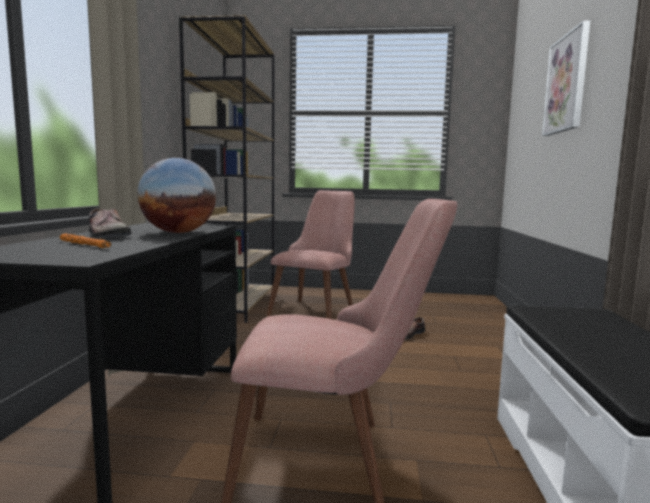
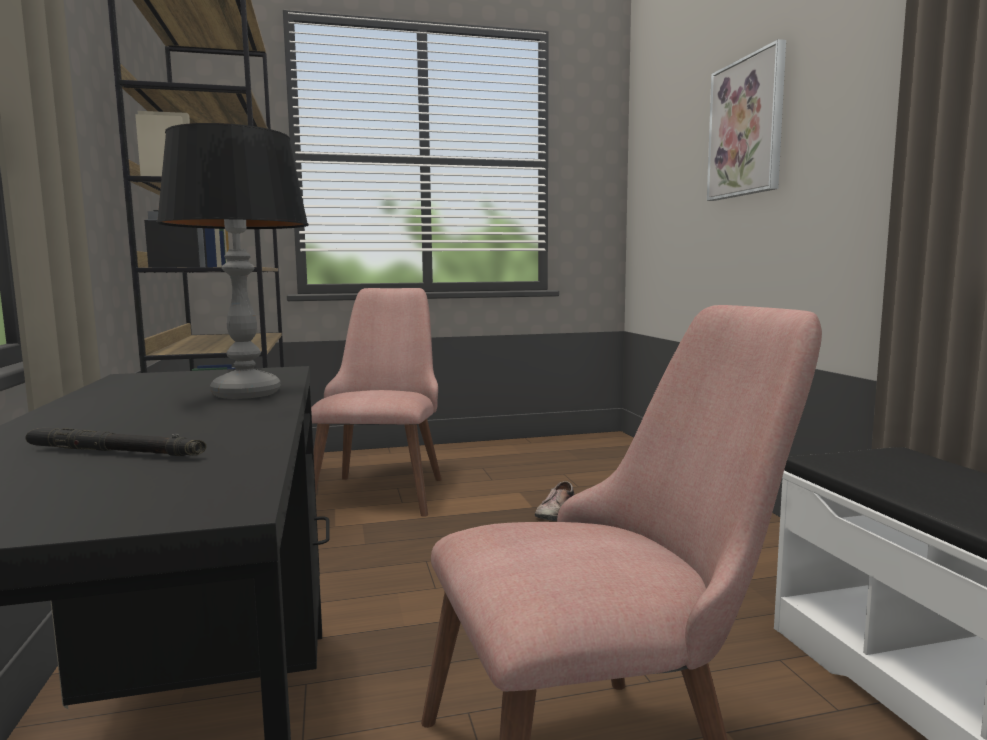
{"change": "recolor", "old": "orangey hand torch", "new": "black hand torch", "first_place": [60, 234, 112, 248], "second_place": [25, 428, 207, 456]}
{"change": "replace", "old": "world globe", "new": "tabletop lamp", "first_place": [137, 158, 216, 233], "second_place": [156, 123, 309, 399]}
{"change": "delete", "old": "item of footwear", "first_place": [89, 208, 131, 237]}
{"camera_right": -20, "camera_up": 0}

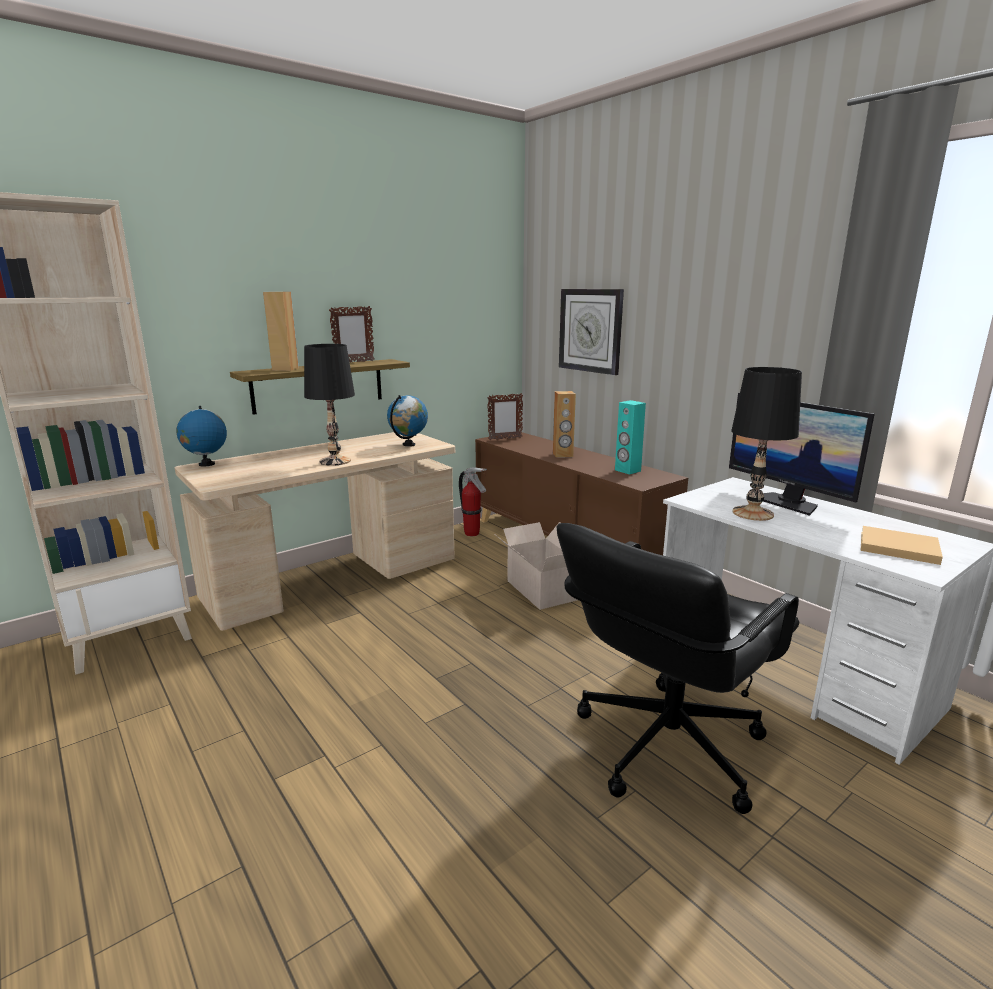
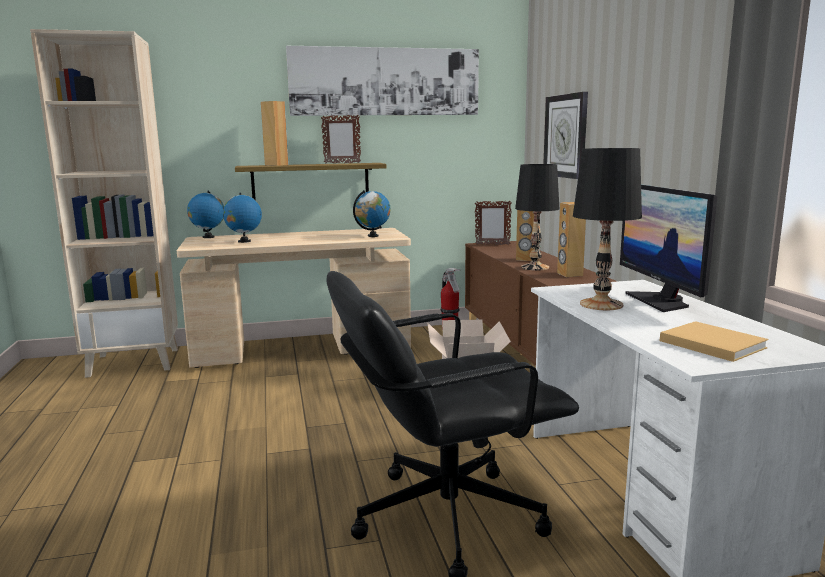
{"change": "insert", "new": "world globe", "second_place": [223, 193, 262, 243]}
{"change": "insert", "new": "wall picture", "second_place": [286, 46, 479, 116]}
{"change": "move", "old": "black tabletop lamp", "first_place": [304, 344, 355, 466], "second_place": [515, 164, 559, 271]}
{"change": "recolor", "old": "turquoise-coloured speaker", "new": "brownish speaker", "first_place": [615, 400, 646, 474], "second_place": [557, 202, 586, 277]}
{"camera_right": 25, "camera_up": -5}

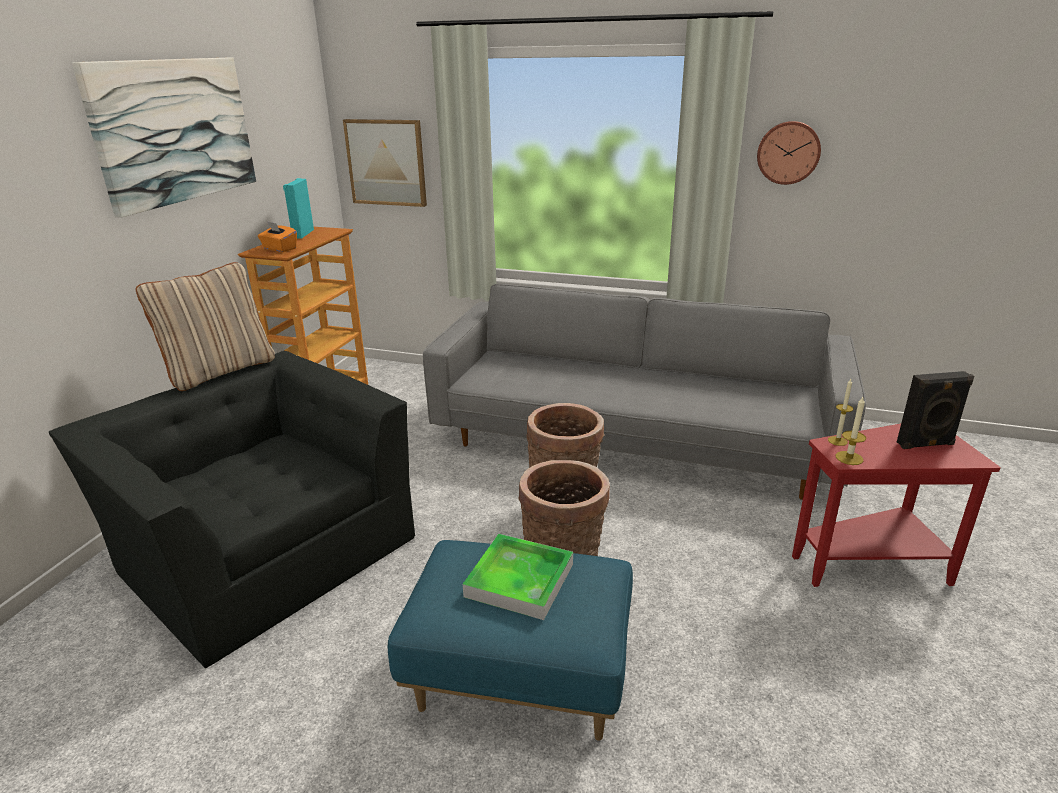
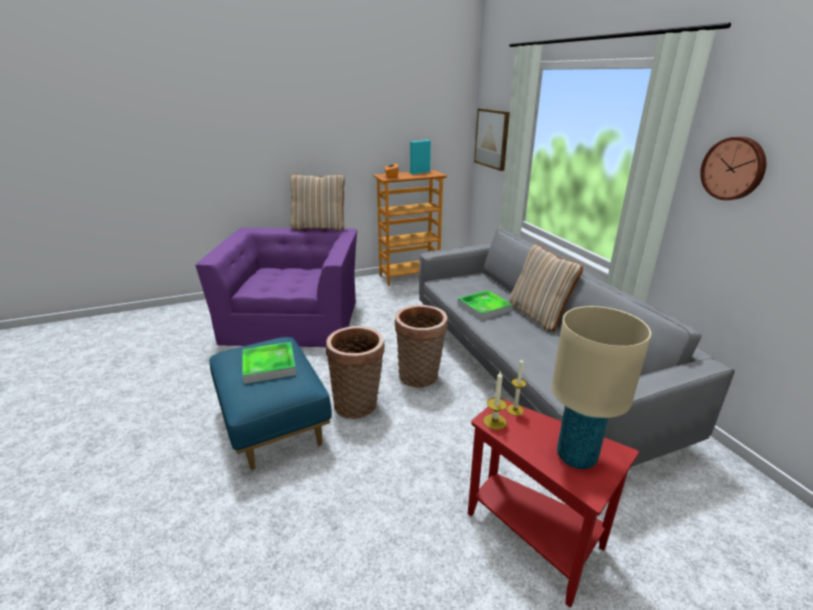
{"change": "recolor", "old": "black armchair", "new": "purple-coloured armchair", "first_place": [49, 351, 415, 669], "second_place": [195, 228, 357, 347]}
{"change": "insert", "new": "tray", "second_place": [458, 290, 513, 320]}
{"change": "insert", "new": "sand-coloured pillow", "second_place": [509, 244, 583, 331]}
{"change": "replace", "old": "black speaker", "new": "sand-coloured tabletop lamp", "first_place": [897, 371, 974, 449], "second_place": [551, 306, 651, 469]}
{"change": "delete", "old": "wall picture", "first_place": [72, 57, 256, 218]}
{"camera_right": 50, "camera_up": 0}

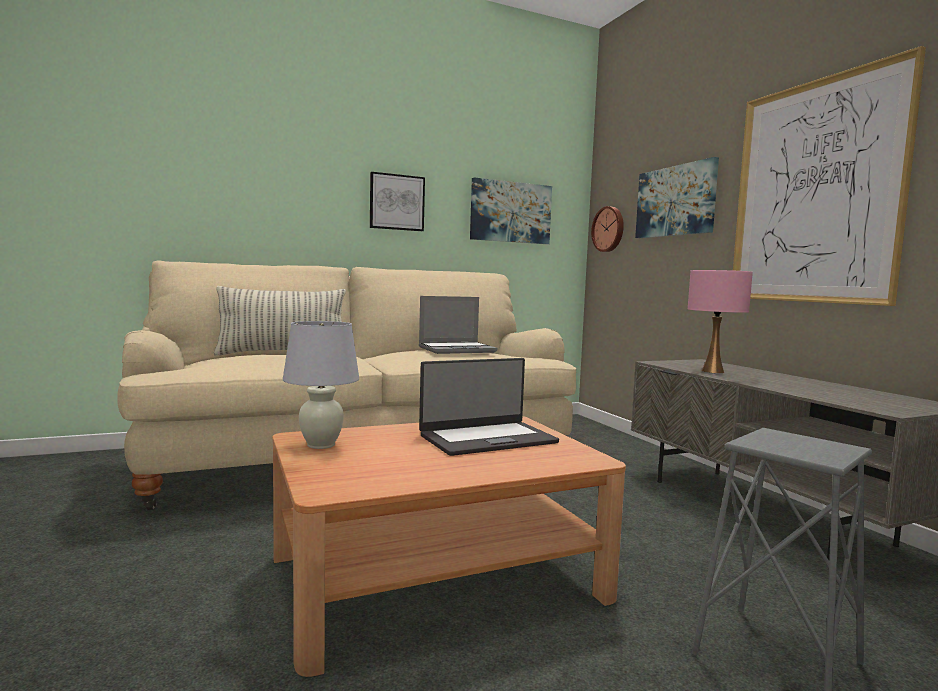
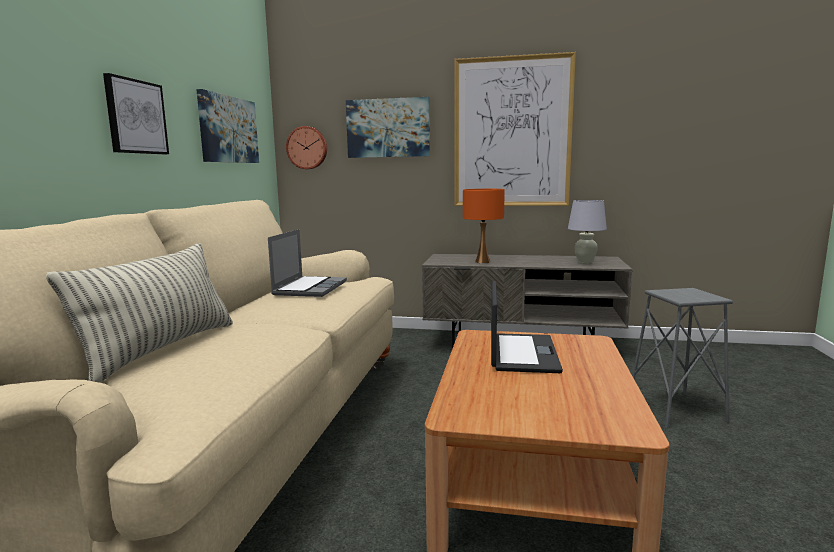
{"change": "recolor", "old": "pinkish tabletop lamp", "new": "orangey tabletop lamp", "first_place": [688, 270, 753, 373], "second_place": [463, 189, 505, 263]}
{"change": "move", "old": "white tabletop lamp", "first_place": [283, 321, 359, 449], "second_place": [568, 200, 607, 264]}
{"camera_right": -55, "camera_up": 5}

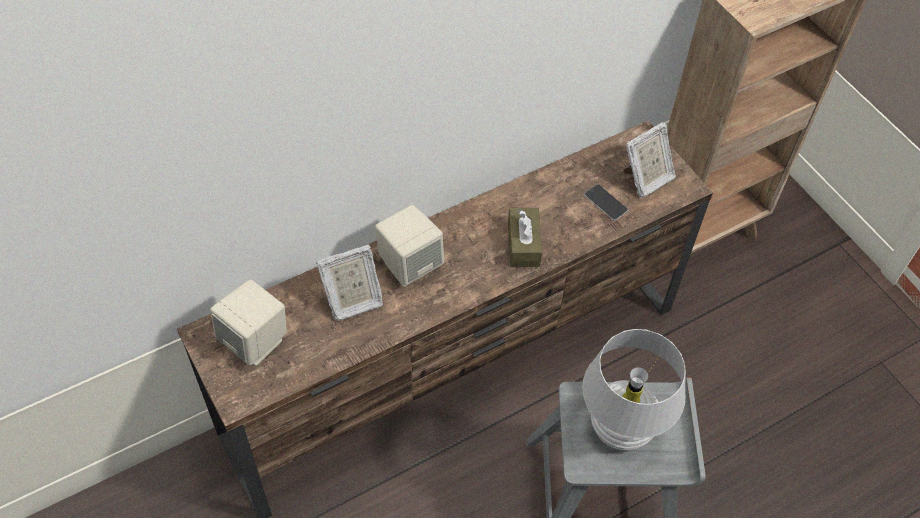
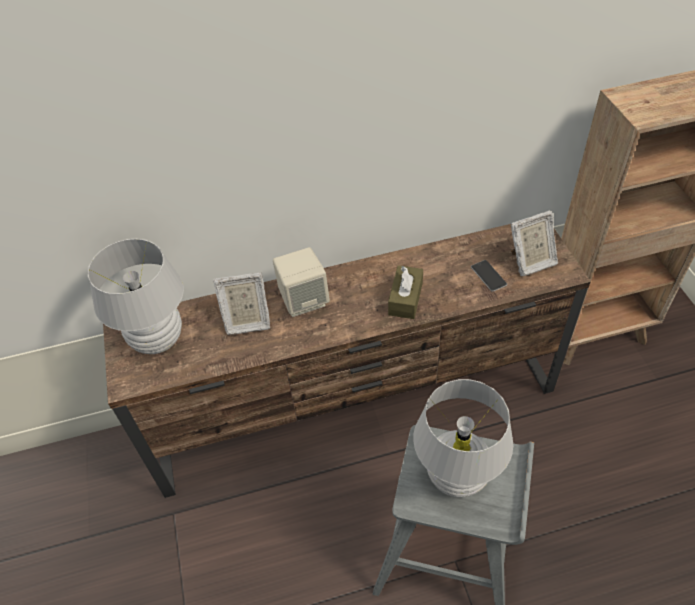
{"change": "replace", "old": "sand-coloured speaker", "new": "white tabletop lamp", "first_place": [210, 279, 287, 366], "second_place": [88, 239, 184, 354]}
{"camera_right": 20, "camera_up": -5}

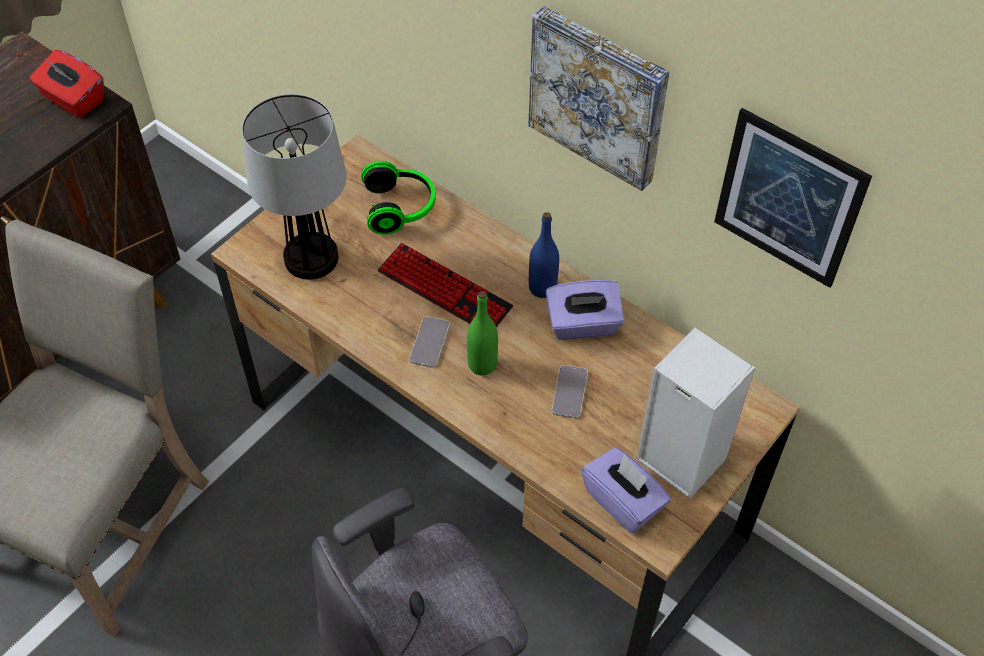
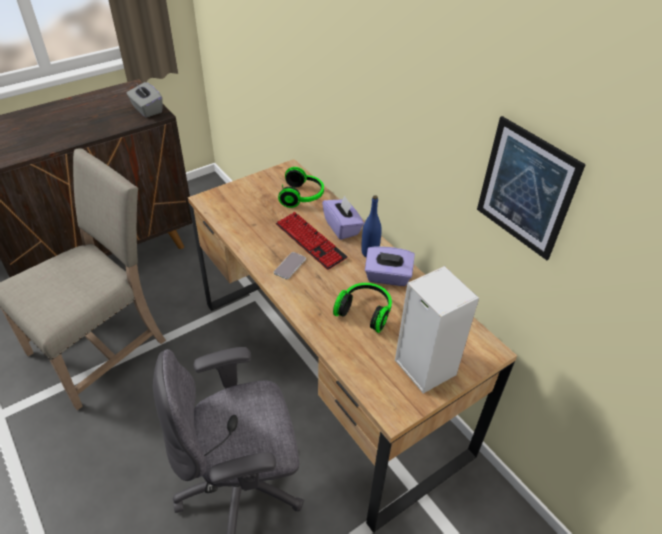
{"change": "recolor", "old": "red tissue holder", "new": "gray tissue holder", "first_place": [29, 50, 104, 118], "second_place": [126, 82, 163, 118]}
{"change": "move", "old": "purple-coloured tissue holder", "first_place": [582, 447, 671, 534], "second_place": [322, 195, 364, 240]}
{"change": "replace", "old": "phone", "new": "headphones", "first_place": [552, 365, 588, 418], "second_place": [333, 283, 392, 333]}
{"change": "delete", "old": "tabletop lamp", "first_place": [242, 94, 347, 280]}
{"change": "delete", "old": "greenish beverage bottle", "first_place": [467, 291, 498, 376]}
{"change": "delete", "old": "wall picture", "first_place": [528, 6, 670, 191]}
{"camera_right": 15, "camera_up": -10}

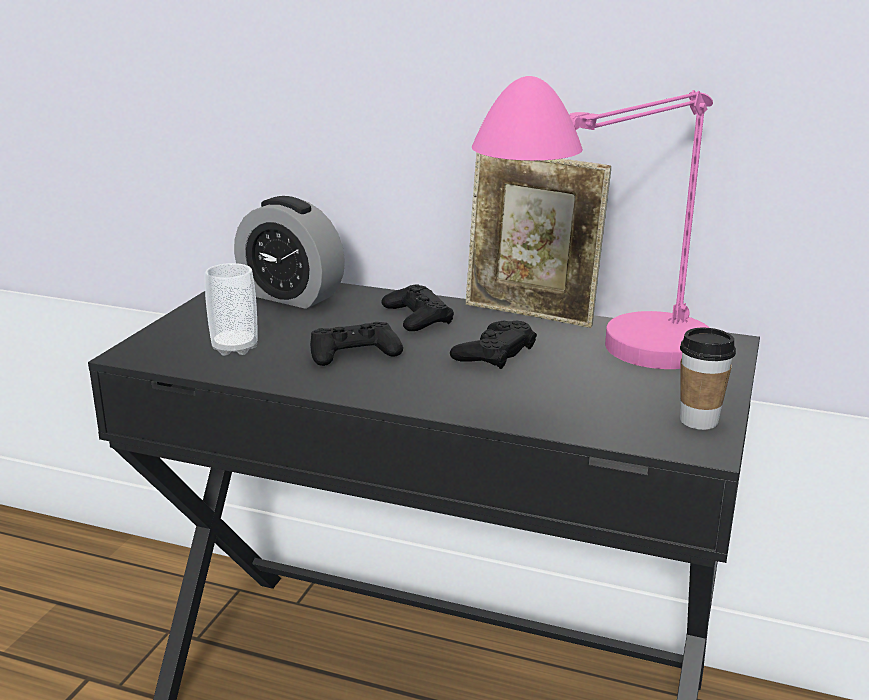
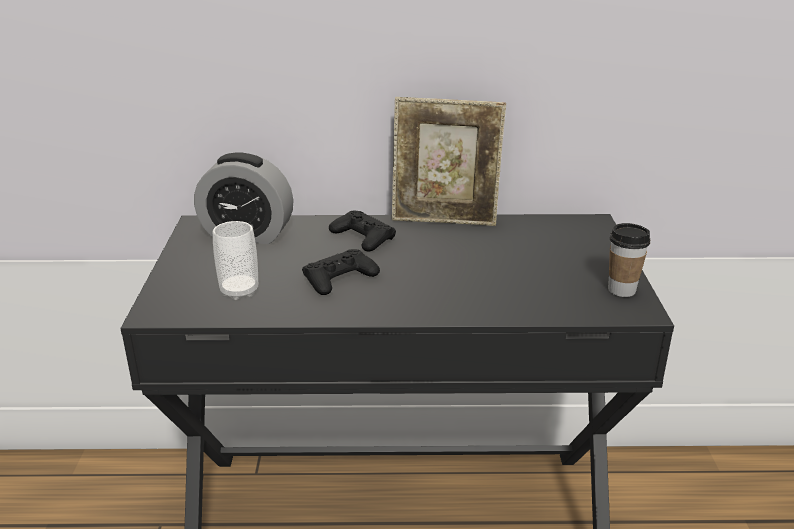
{"change": "delete", "old": "black game controller", "first_place": [450, 321, 537, 369]}
{"change": "delete", "old": "pinkish tabletop lamp", "first_place": [472, 76, 713, 369]}
{"camera_right": -20, "camera_up": 5}

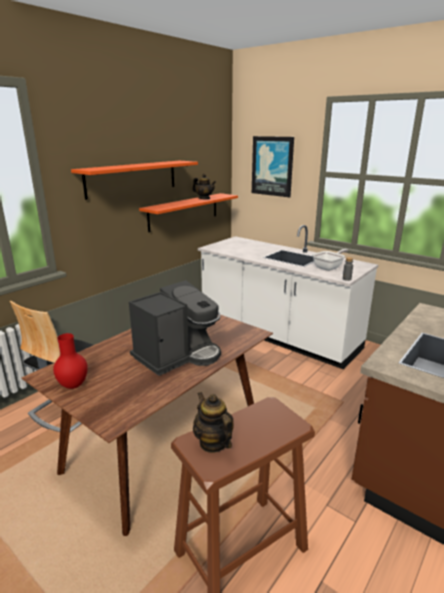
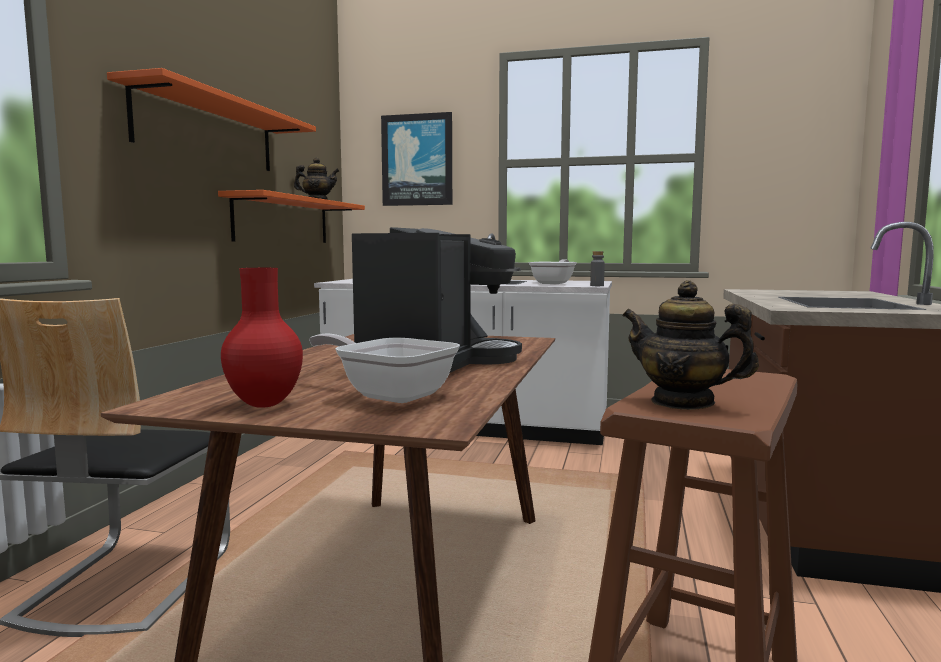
{"change": "insert", "new": "frying pan", "second_place": [309, 334, 460, 403]}
{"camera_right": -25, "camera_up": -15}

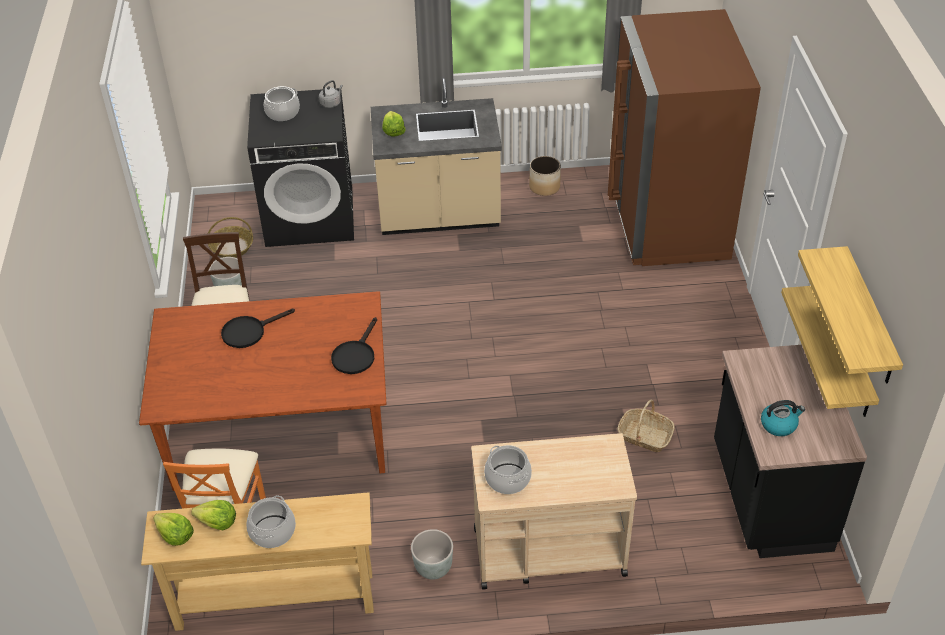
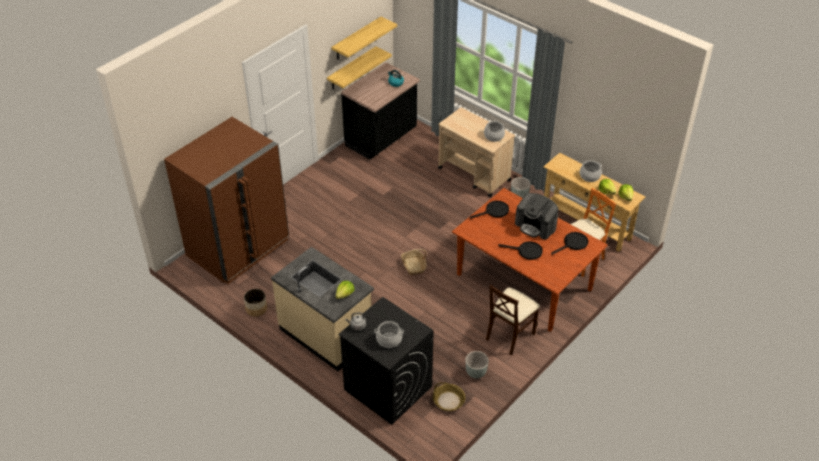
{"change": "move", "old": "household basket", "first_place": [617, 399, 674, 452], "second_place": [401, 249, 427, 275]}
{"change": "insert", "new": "coffee brewer", "second_place": [515, 193, 558, 239]}
{"change": "insert", "new": "black frying pan", "second_place": [551, 232, 588, 255]}
{"camera_right": -135, "camera_up": 0}

